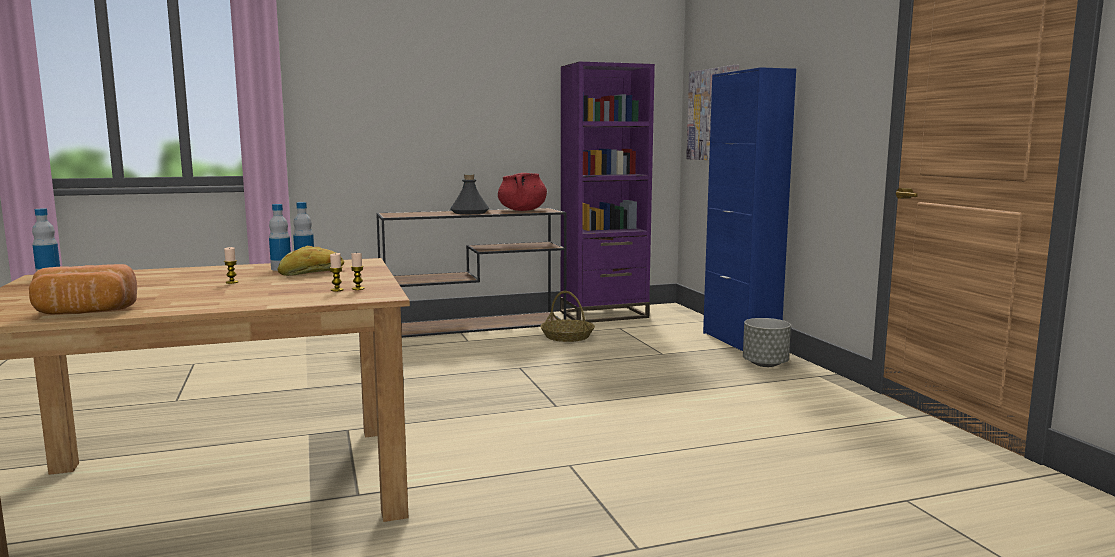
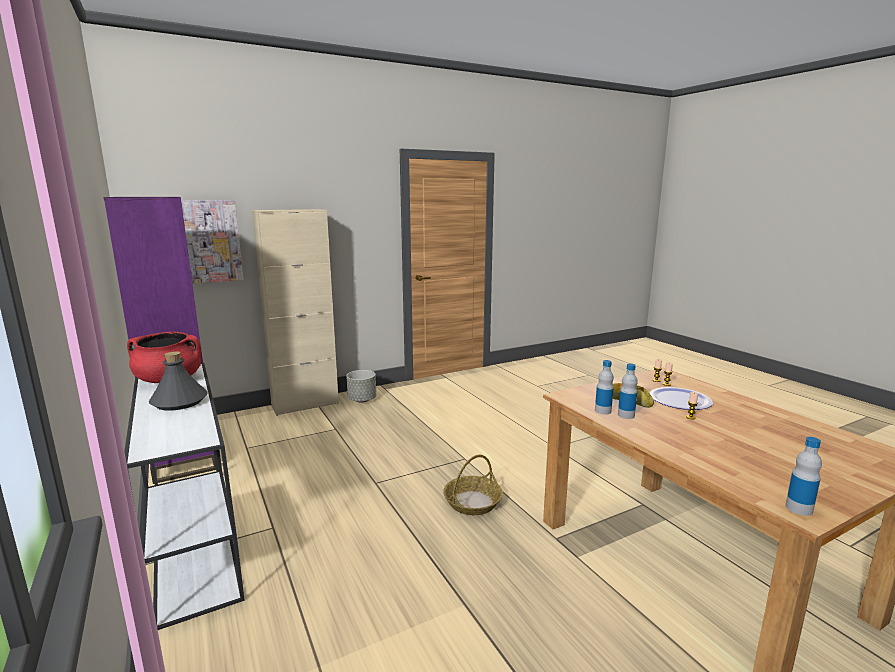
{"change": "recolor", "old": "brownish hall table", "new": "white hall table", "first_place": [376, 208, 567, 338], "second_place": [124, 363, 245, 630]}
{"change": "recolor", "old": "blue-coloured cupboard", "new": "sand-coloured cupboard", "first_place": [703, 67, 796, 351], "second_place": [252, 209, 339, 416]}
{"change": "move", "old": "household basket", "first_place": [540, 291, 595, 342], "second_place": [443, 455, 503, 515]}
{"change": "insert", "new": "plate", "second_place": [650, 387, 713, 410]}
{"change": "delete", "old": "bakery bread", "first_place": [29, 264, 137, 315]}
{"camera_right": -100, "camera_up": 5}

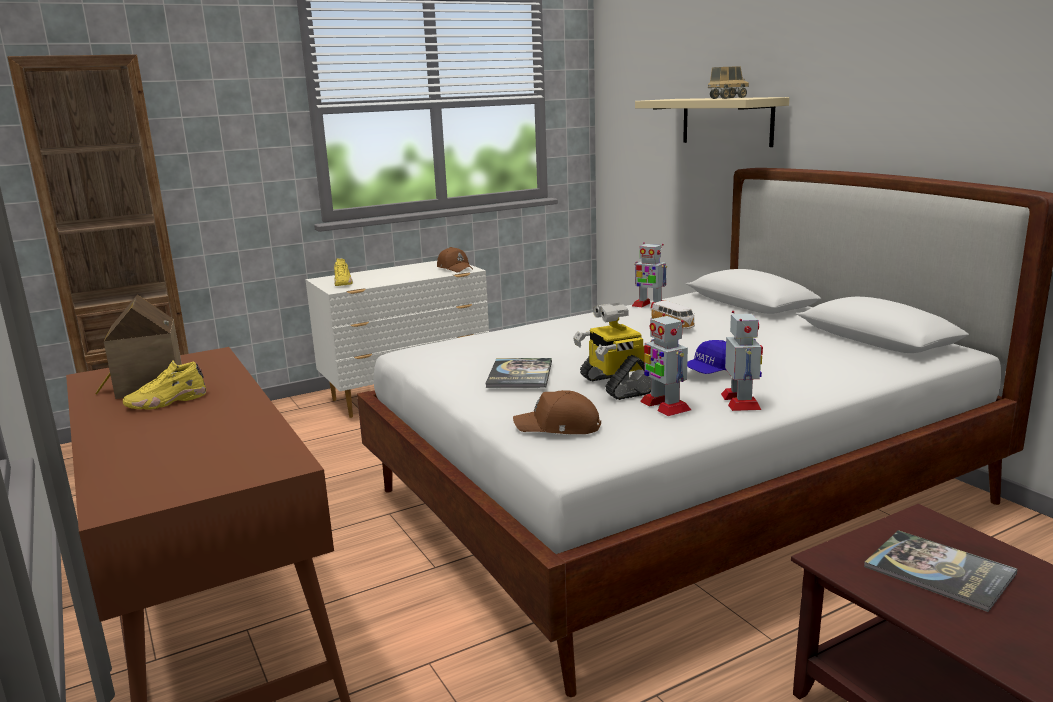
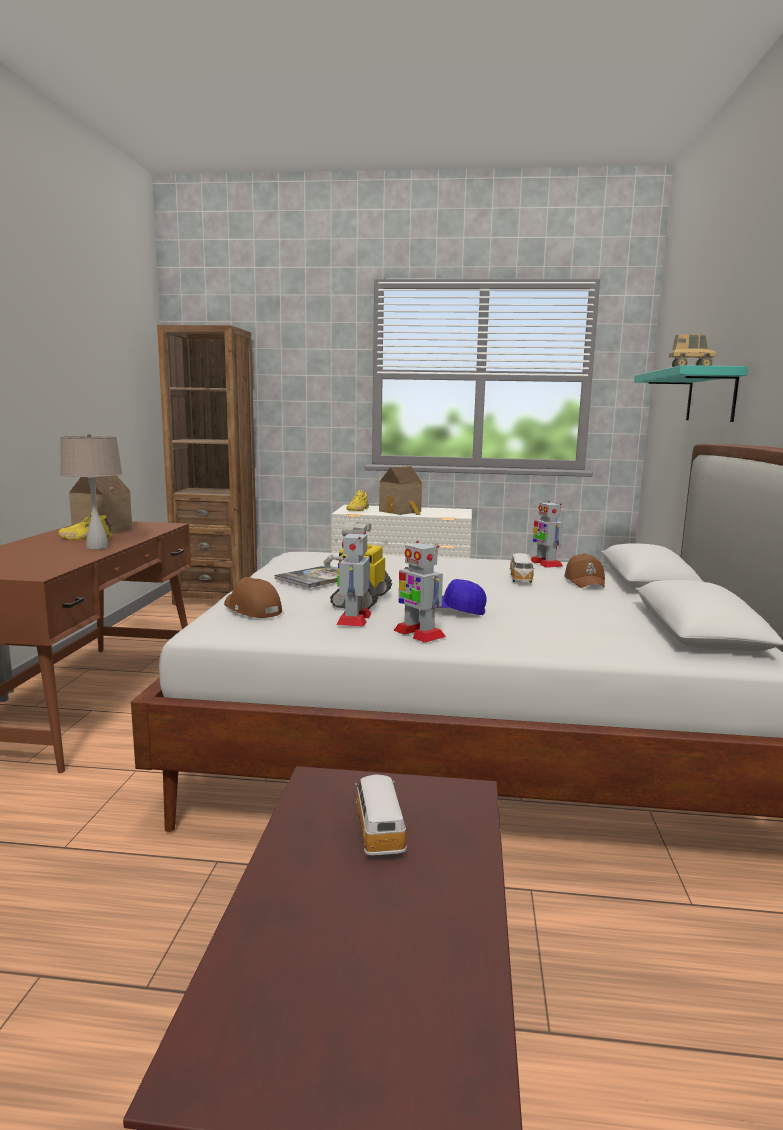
{"change": "insert", "new": "sand-coloured tabletop lamp", "second_place": [60, 433, 123, 549]}
{"change": "replace", "old": "volume", "new": "toy car", "first_place": [864, 530, 1018, 612], "second_place": [355, 774, 407, 855]}
{"change": "insert", "new": "toy house", "second_place": [379, 466, 422, 515]}
{"change": "rotate", "old": "robot figure", "first_place": [721, 311, 763, 411], "second_place": [394, 540, 446, 643], "degrees": 105}
{"change": "move", "old": "brownish peaked cap", "first_place": [437, 247, 473, 272], "second_place": [565, 553, 605, 588]}
{"change": "recolor", "old": "sand-coloured bracket shelf", "new": "turquoise-coloured bracket shelf", "first_place": [635, 97, 789, 147], "second_place": [634, 365, 748, 422]}
{"camera_right": 35, "camera_up": -5}

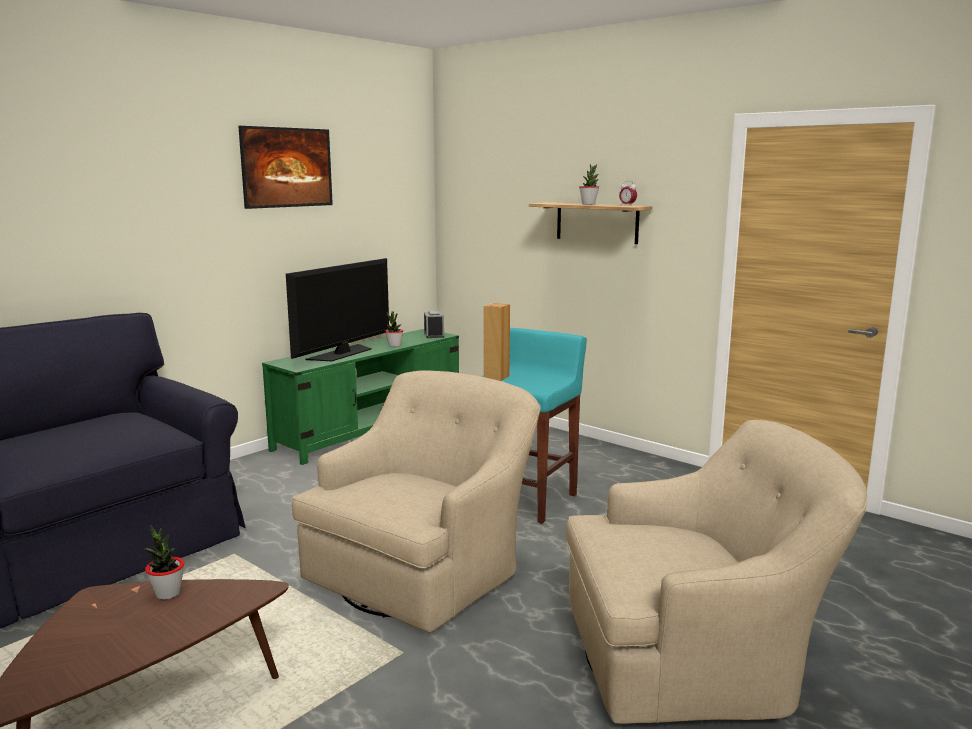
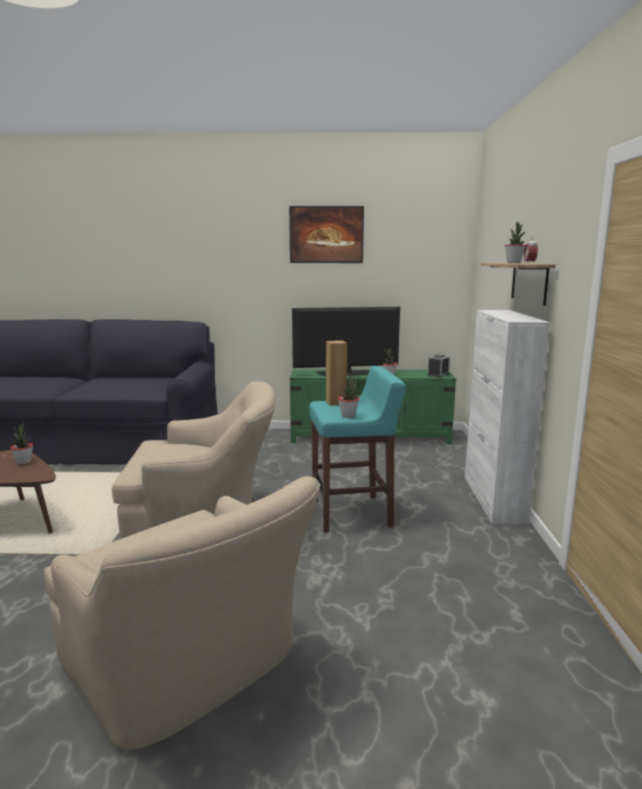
{"change": "insert", "new": "plant in a pot", "second_place": [338, 375, 360, 418]}
{"change": "insert", "new": "white cupboard", "second_place": [465, 310, 550, 525]}
{"camera_right": 50, "camera_up": 0}

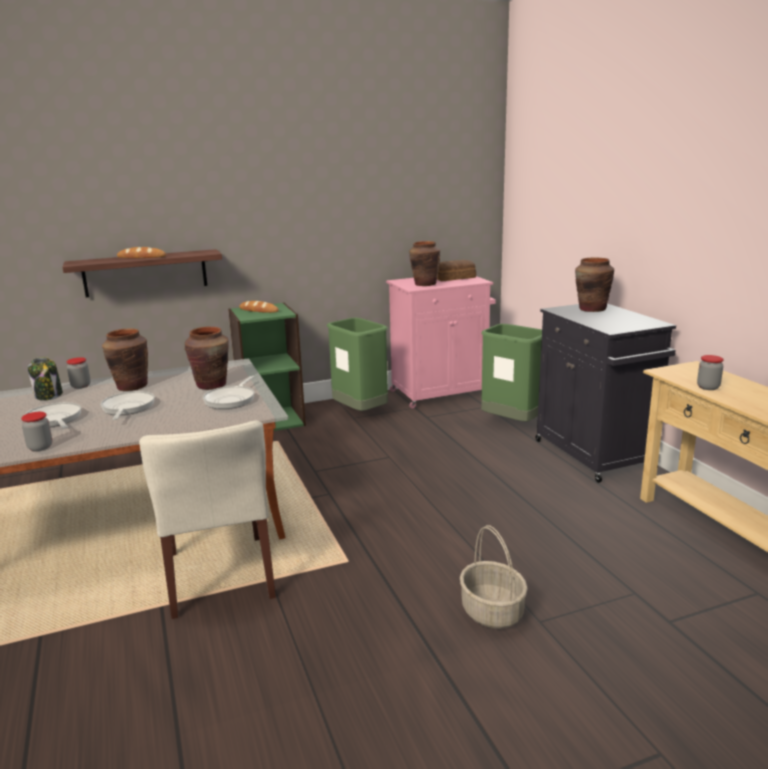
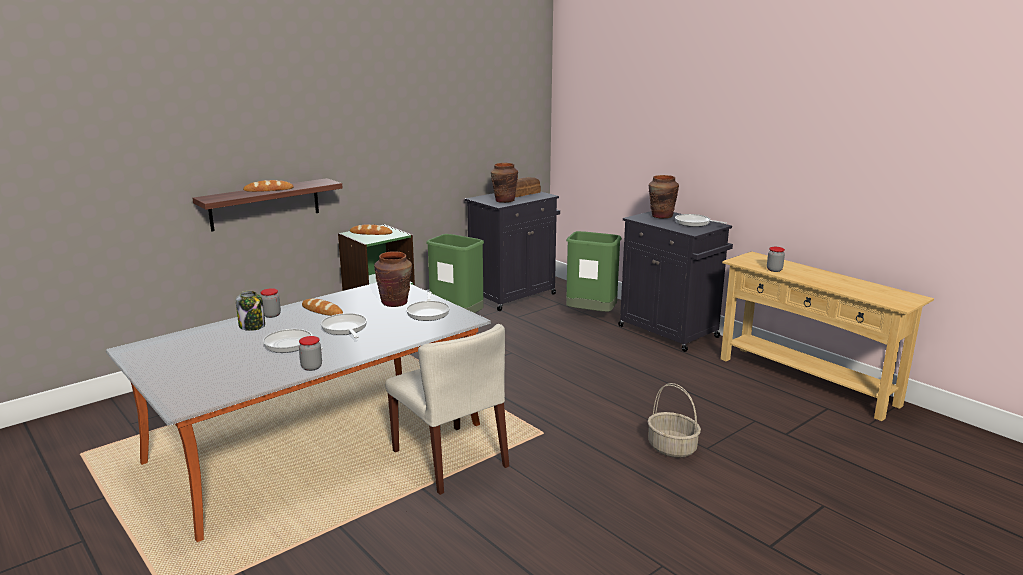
{"change": "replace", "old": "brownish flower vase", "new": "bakery bread", "first_place": [102, 328, 148, 391], "second_place": [302, 298, 343, 316]}
{"change": "recolor", "old": "pinkish cupboard", "new": "black cupboard", "first_place": [386, 276, 495, 409], "second_place": [465, 192, 560, 311]}
{"change": "insert", "new": "frying pan", "second_place": [675, 214, 727, 227]}
{"camera_right": -20, "camera_up": 0}

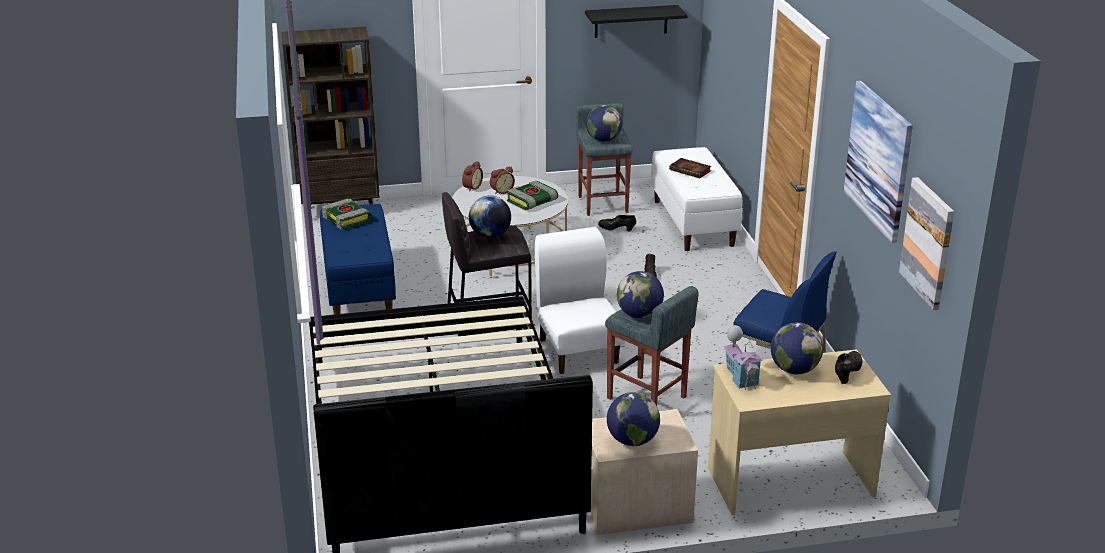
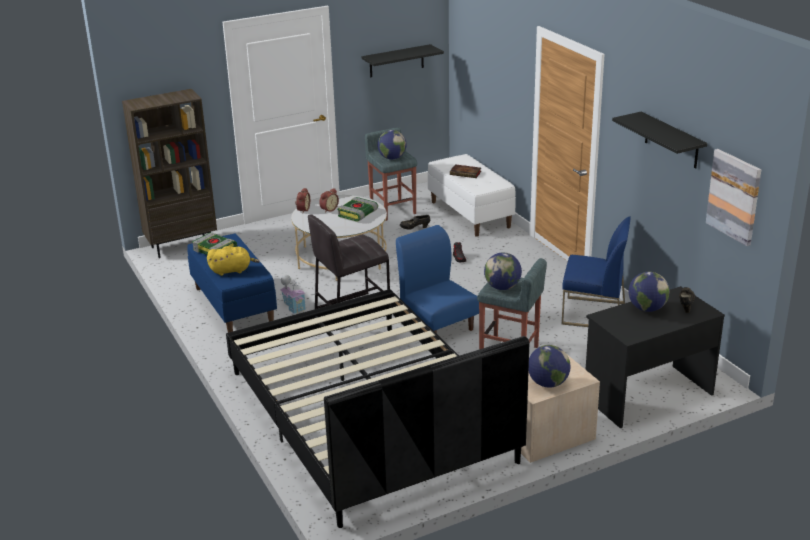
{"change": "insert", "new": "yellow soft toy", "second_place": [207, 246, 260, 276]}
{"change": "move", "old": "toy house", "first_place": [723, 325, 763, 390], "second_place": [280, 275, 306, 314]}
{"change": "recolor", "old": "white plain chair", "new": "blue-coloured plain chair", "first_place": [535, 227, 626, 374], "second_place": [396, 225, 479, 334]}
{"change": "recolor", "old": "sand-coloured desk table", "new": "black desk table", "first_place": [708, 349, 891, 516], "second_place": [585, 286, 725, 428]}
{"change": "replace", "old": "wall picture", "new": "black bracket shelf", "first_place": [844, 81, 913, 243], "second_place": [612, 112, 707, 168]}
{"change": "delete", "old": "world globe", "first_place": [469, 195, 511, 238]}
{"camera_right": -15, "camera_up": 0}

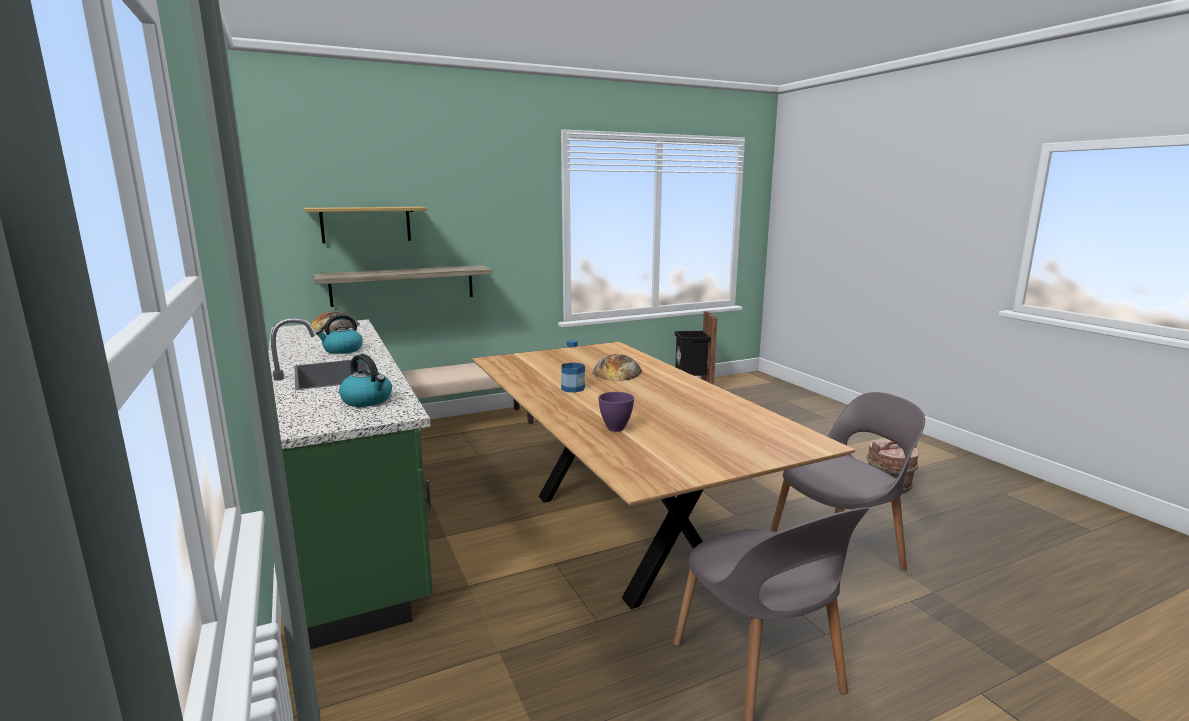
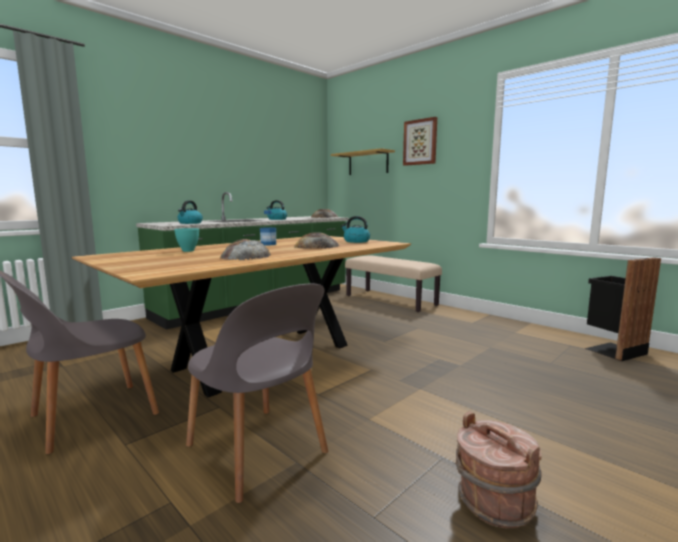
{"change": "recolor", "old": "purple-coloured serving bowl", "new": "turquoise-coloured serving bowl", "first_place": [598, 392, 634, 432], "second_place": [174, 228, 199, 252]}
{"change": "insert", "new": "bakery bread", "second_place": [220, 239, 271, 260]}
{"change": "insert", "new": "tea kettle", "second_place": [341, 216, 370, 243]}
{"change": "insert", "new": "wall picture", "second_place": [403, 117, 437, 166]}
{"change": "delete", "old": "bracket shelf", "first_place": [313, 265, 493, 307]}
{"camera_right": 70, "camera_up": -5}

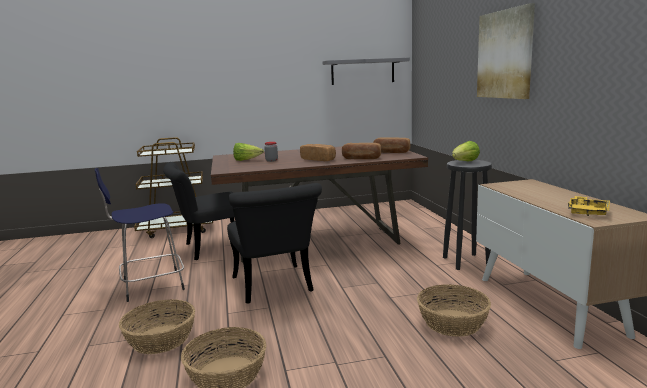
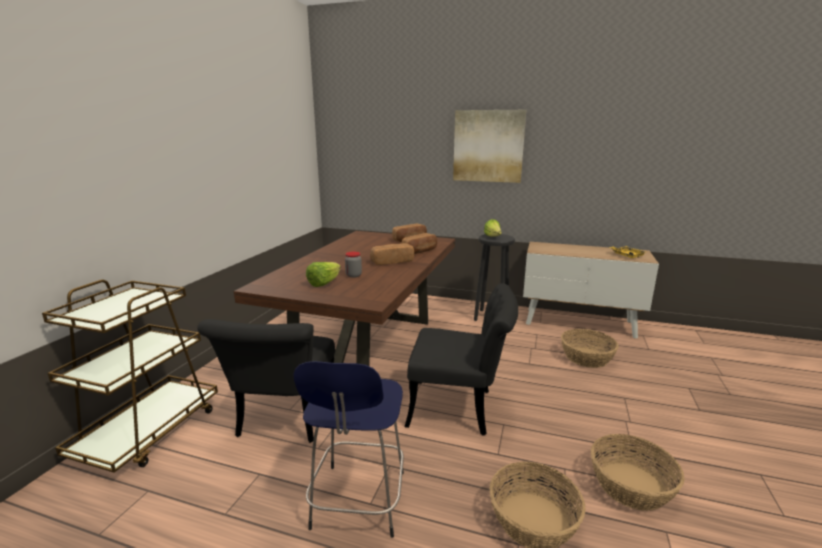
{"change": "delete", "old": "gray bracket shelf", "first_place": [323, 57, 410, 85]}
{"camera_right": -60, "camera_up": 5}

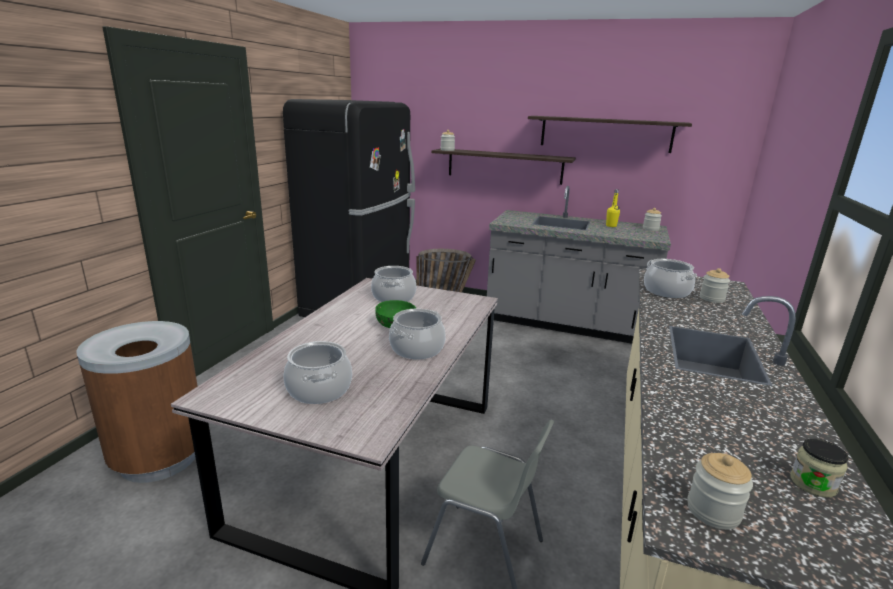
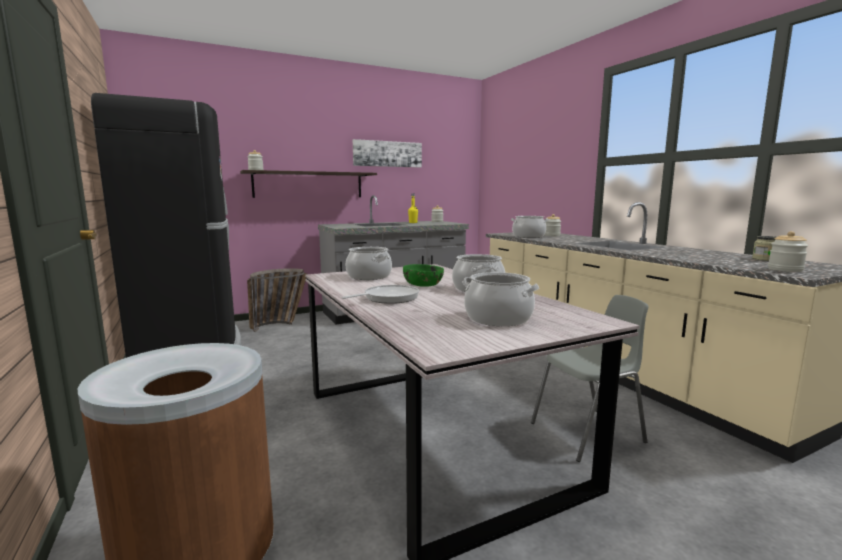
{"change": "insert", "new": "frying pan", "second_place": [341, 285, 419, 304]}
{"change": "replace", "old": "bracket shelf", "new": "wall picture", "first_place": [528, 116, 692, 153], "second_place": [353, 139, 422, 168]}
{"camera_right": -45, "camera_up": -10}

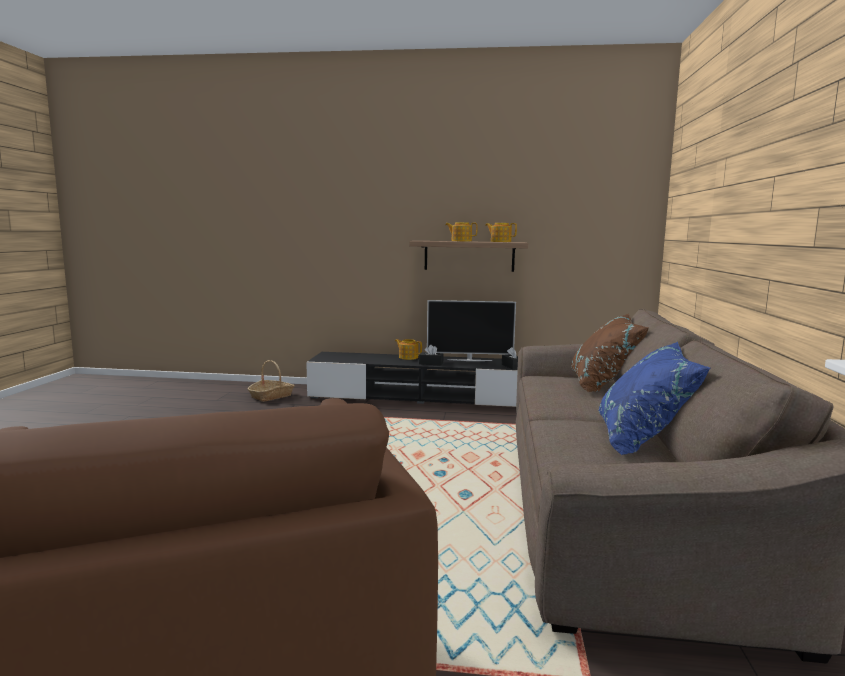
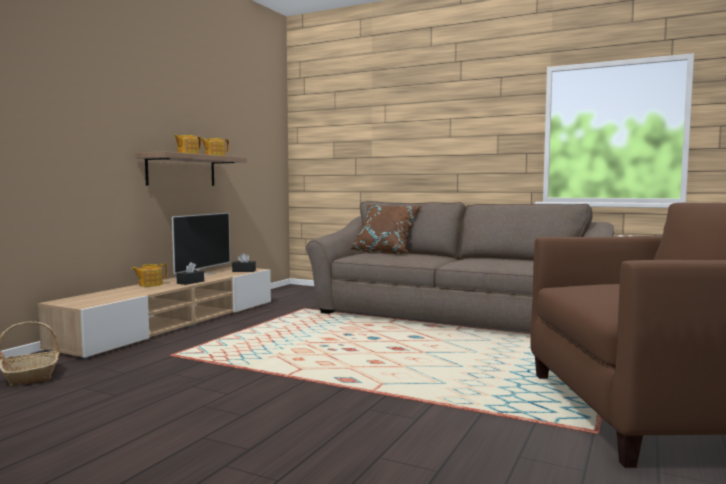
{"change": "recolor", "old": "black tv unit", "new": "sand-coloured tv unit", "first_place": [306, 352, 518, 407], "second_place": [38, 267, 271, 360]}
{"change": "delete", "old": "blue-coloured pillow", "first_place": [599, 342, 710, 455]}
{"camera_right": -70, "camera_up": -5}

